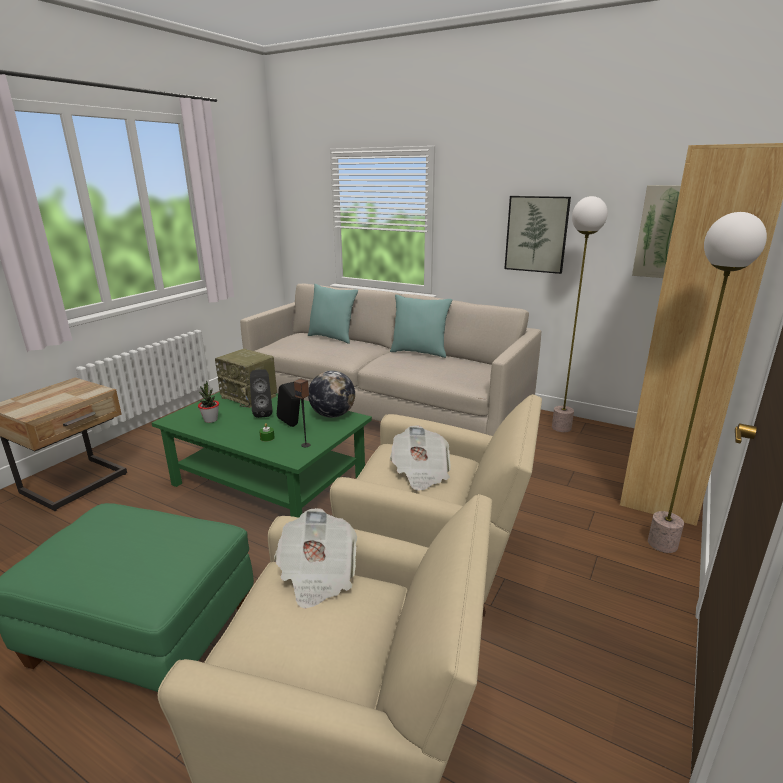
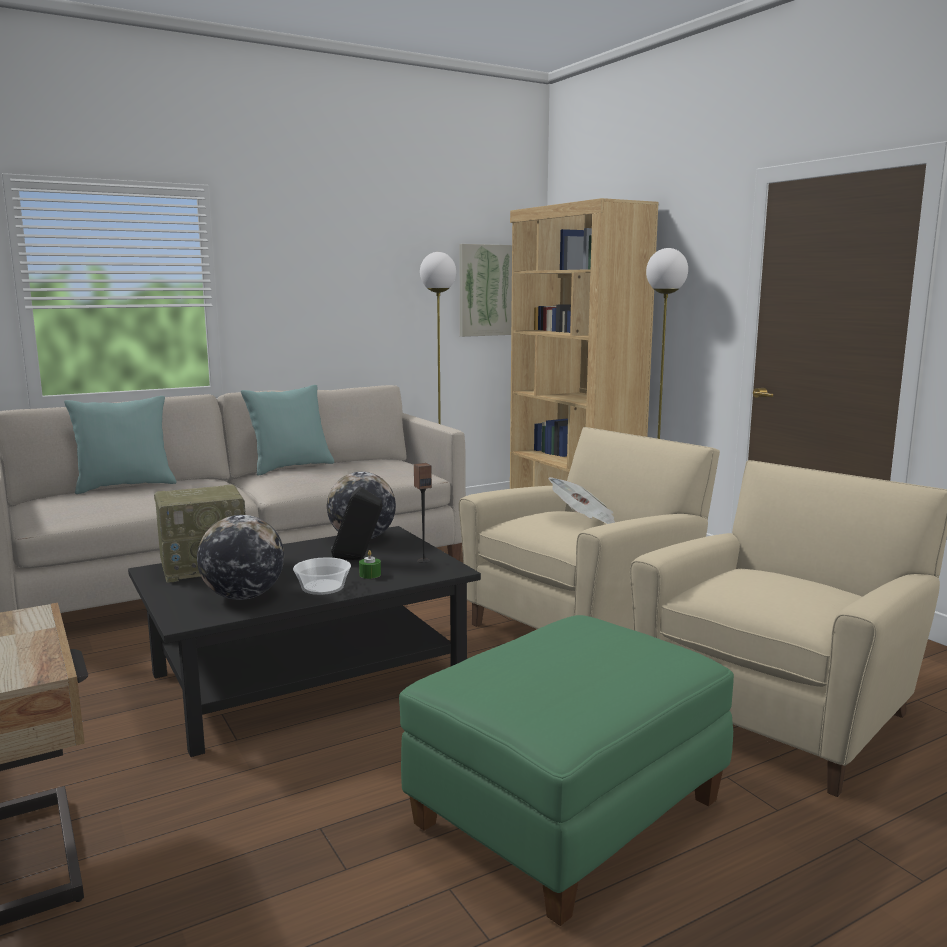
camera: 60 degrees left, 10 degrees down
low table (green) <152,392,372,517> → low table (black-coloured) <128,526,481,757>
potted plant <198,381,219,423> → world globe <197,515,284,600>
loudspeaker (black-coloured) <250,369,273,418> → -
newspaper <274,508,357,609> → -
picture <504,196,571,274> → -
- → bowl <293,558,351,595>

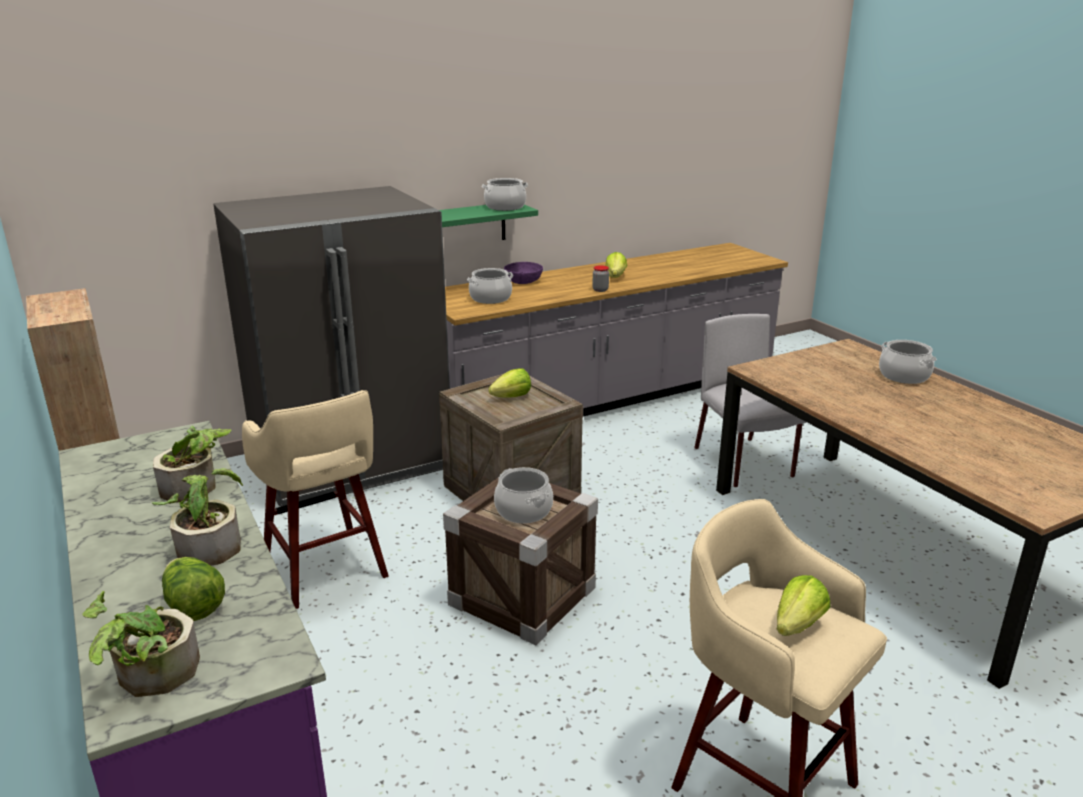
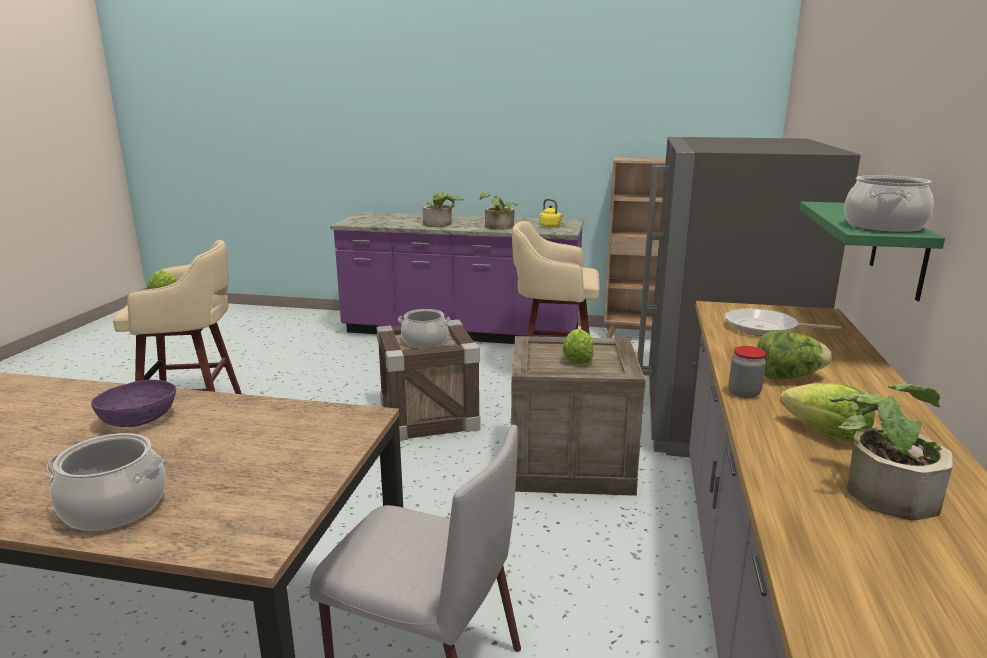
camera: 130 degrees right, 5 degrees down
potted plant <82,591,200,697> → potted plant <829,384,953,521>, move
lettuce <162,557,225,621> → lettuce <757,331,832,380>, move
saucepot <467,268,513,304> → pan <725,308,841,336>
bowl (purple-coloured) <504,262,543,284> → bowl (purple-coloured) <91,380,176,427>, move
- → tea kettle (yellow-coloured) <539,199,564,228>

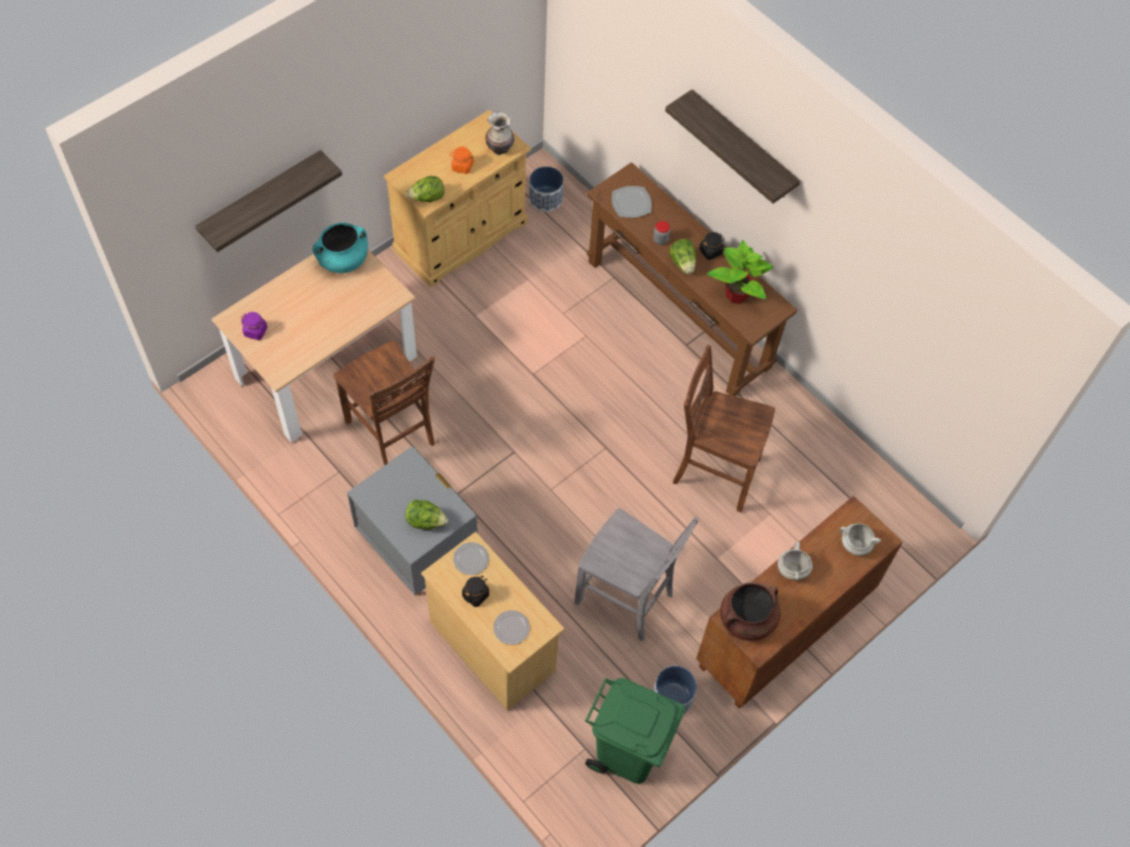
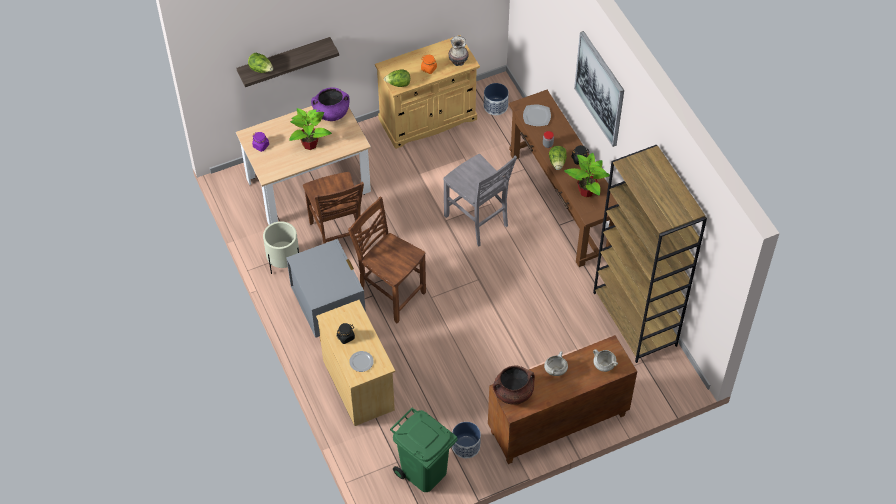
camera: 20 degrees right, 5 degrees down
saucepot (blue-green) <313,223,368,273> → saucepot (purple-coloured) <311,88,350,121>
lettuce <405,499,448,530> → lettuce <248,53,273,73>, move
dinner plate <453,542,489,575> → -
plain chair (greyish) <574,508,699,641> → plain chair (greyish) <443,154,517,246>, move
shelf <665,90,800,204> → picture <574,31,624,147>
plain chair (brown) <673,345,775,512> → plain chair (brown) <348,196,426,323>, move
- → plant pot (beige-coloured) <263,221,299,274>
- → potted plant <289,108,332,150>
- → bookshelf (brown) <593,145,707,363>

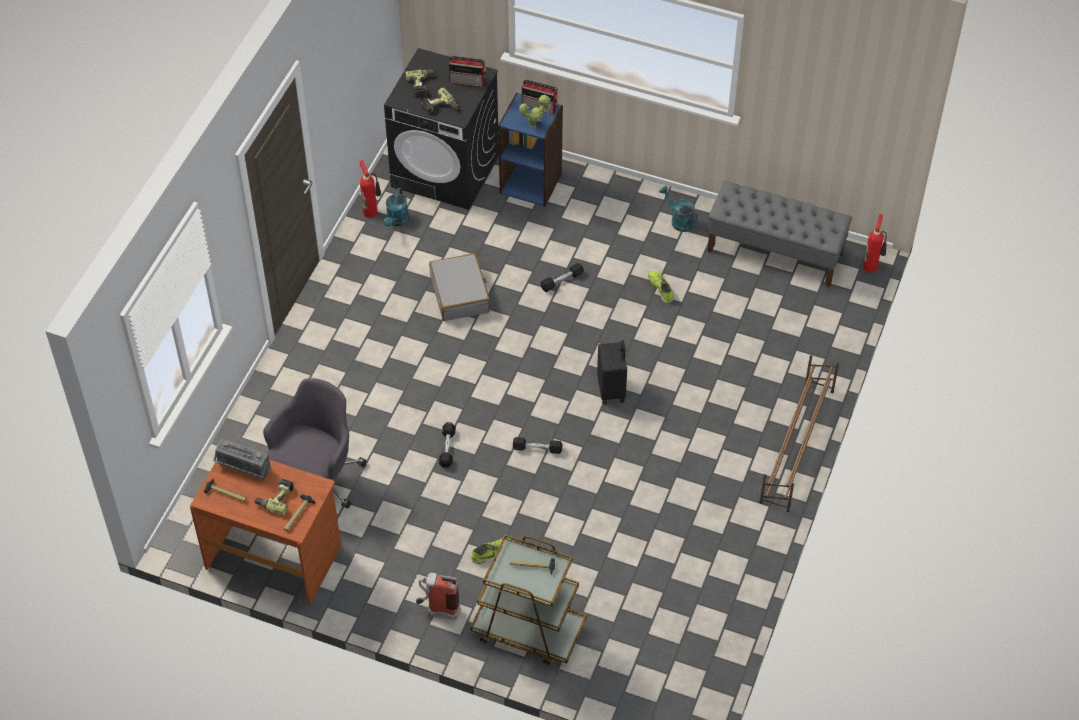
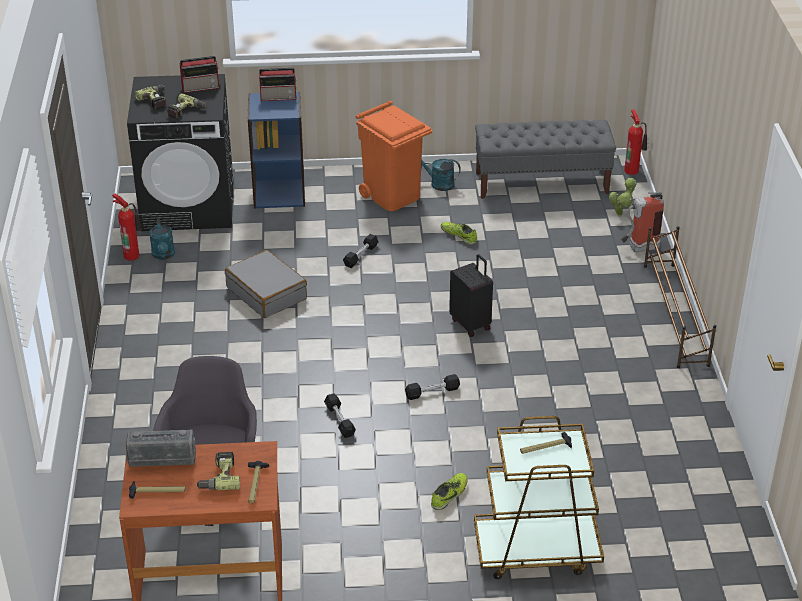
camera: 25 degrees left, 15 degrees down
fire extinguisher <416,573,461,620> → fire extinguisher <621,192,664,252>, move
potted plant <519,95,551,127> → potted plant <609,178,637,217>, move
- → rubbish bin (orangey) <356,101,432,211>

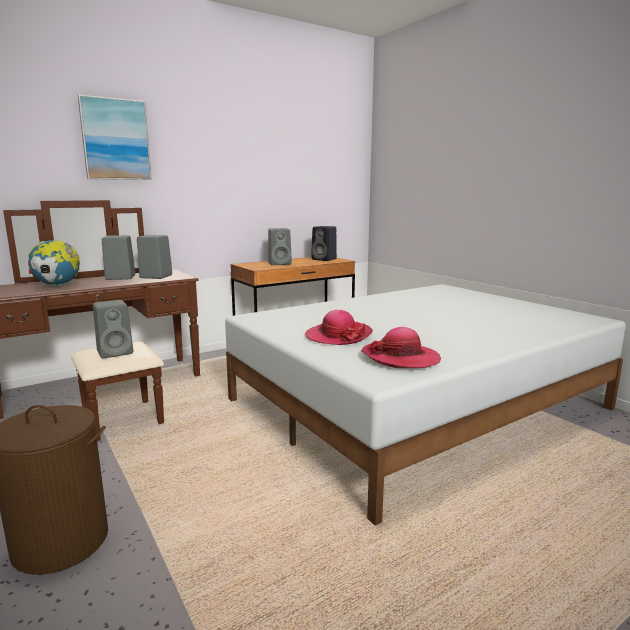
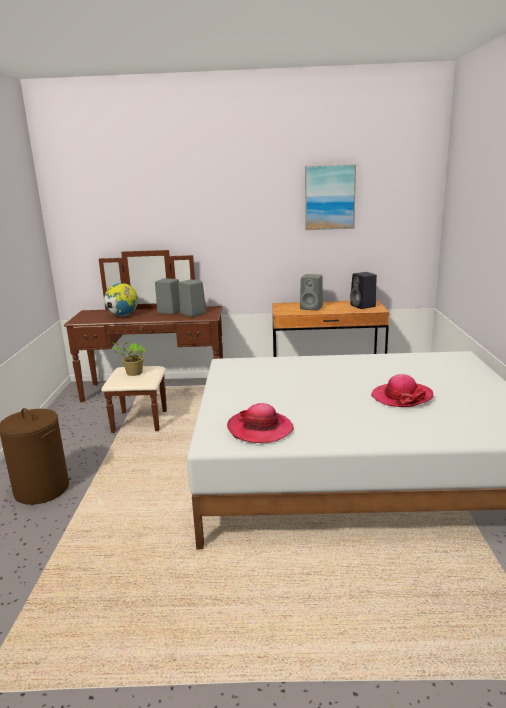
camera: 35 degrees right, 5 degrees up
picture <78,94,152,180> → picture <305,164,356,230>, move
loudspeaker (greyish) <93,300,133,358> → potted plant <113,342,145,376>
hat <305,310,373,345> → hat <371,374,433,407>, move

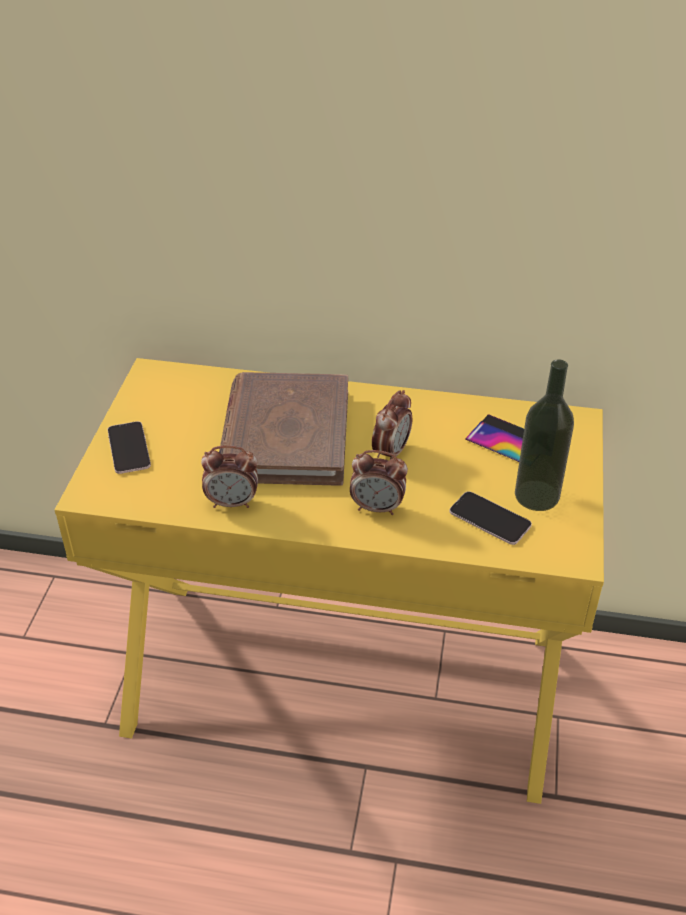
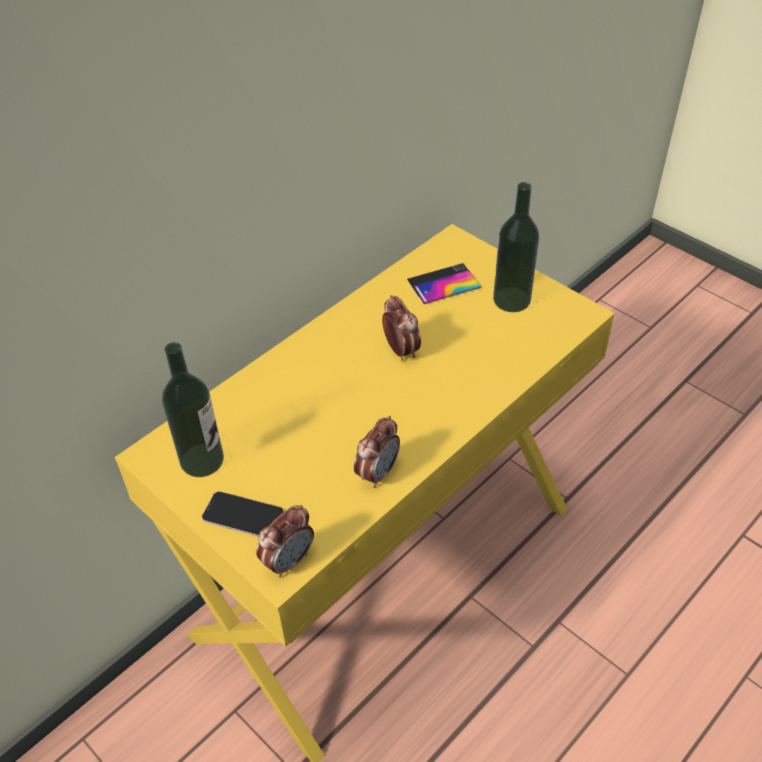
camera: 55 degrees left, 5 degrees up
bound book (brown) <219,372,348,486> → -
alarm clock <350,450,408,515> → alarm clock <256,505,314,578>, move
phone <449,491,532,545> → -
- → bottle <162,342,224,477>

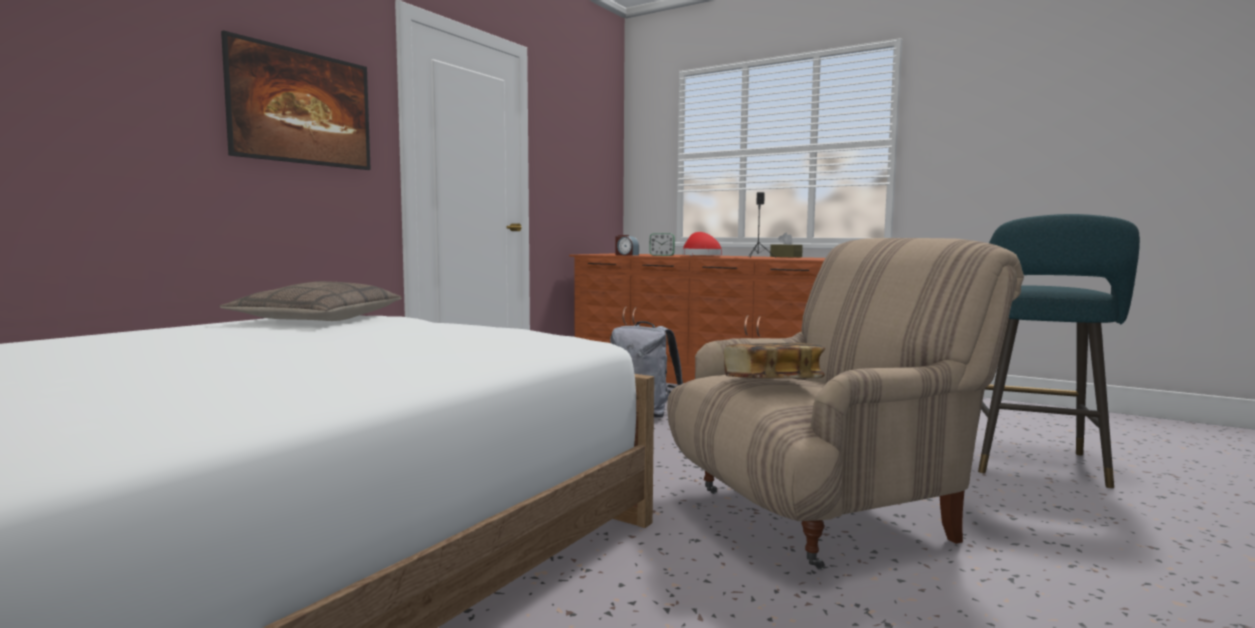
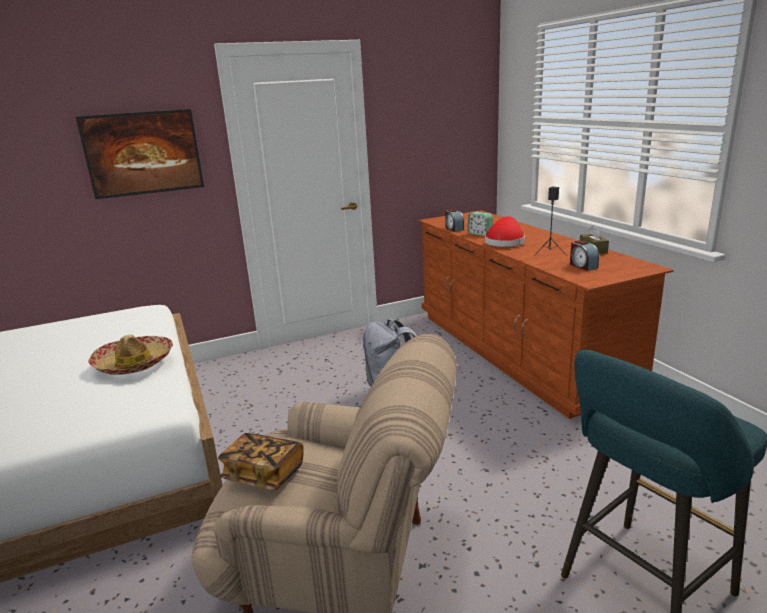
camera: 35 degrees right, 15 degrees up
cushion <220,281,402,321> → -
- → hat <88,335,173,375>
- → alarm clock <570,240,599,271>

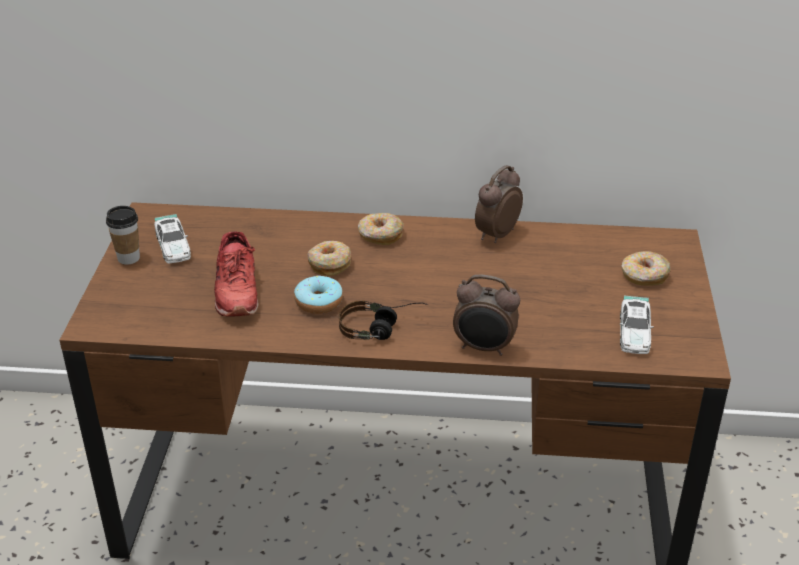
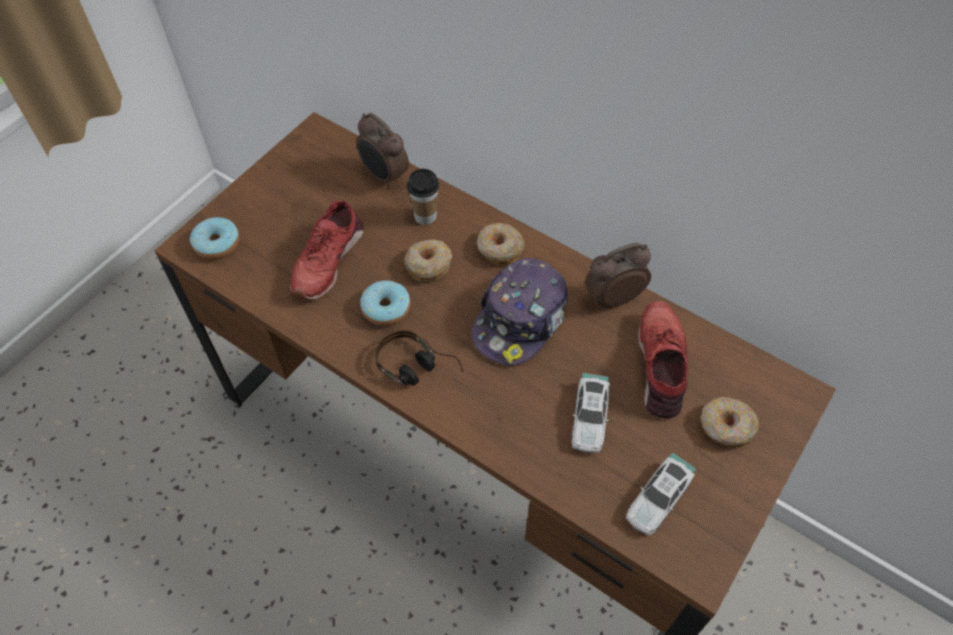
camera: 30 degrees right, 20 degrees up
drinking cup <106,206,140,265> → drinking cup <407,169,439,225>, move
toy car <154,214,191,264> → toy car <571,373,610,453>, move
alarm clock <453,275,520,356> → alarm clock <356,113,409,188>, move
- → donut <190,217,239,260>
- → baseball cap <471,258,568,366>
- → shoe (red) <638,301,688,419>

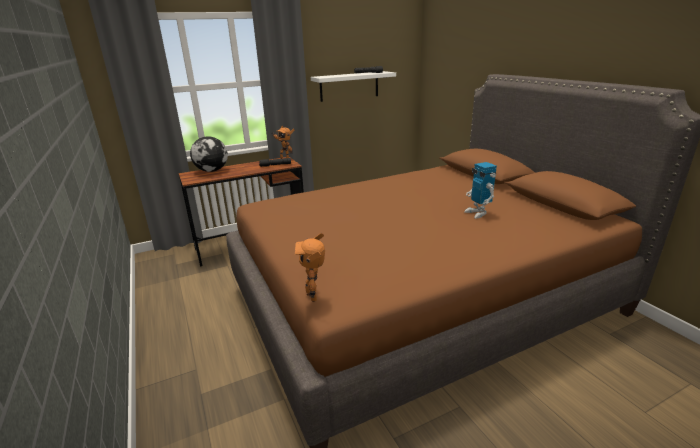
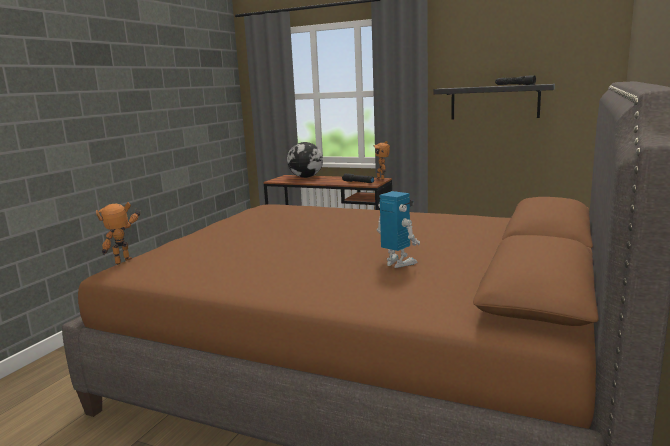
camera: 50 degrees right, 10 degrees down
shelf (whitish) <311,71,396,102> → shelf (black-coloured) <434,84,555,119>
model robot <464,162,497,219> → model robot <377,191,420,268>, 105 degrees clockwise

